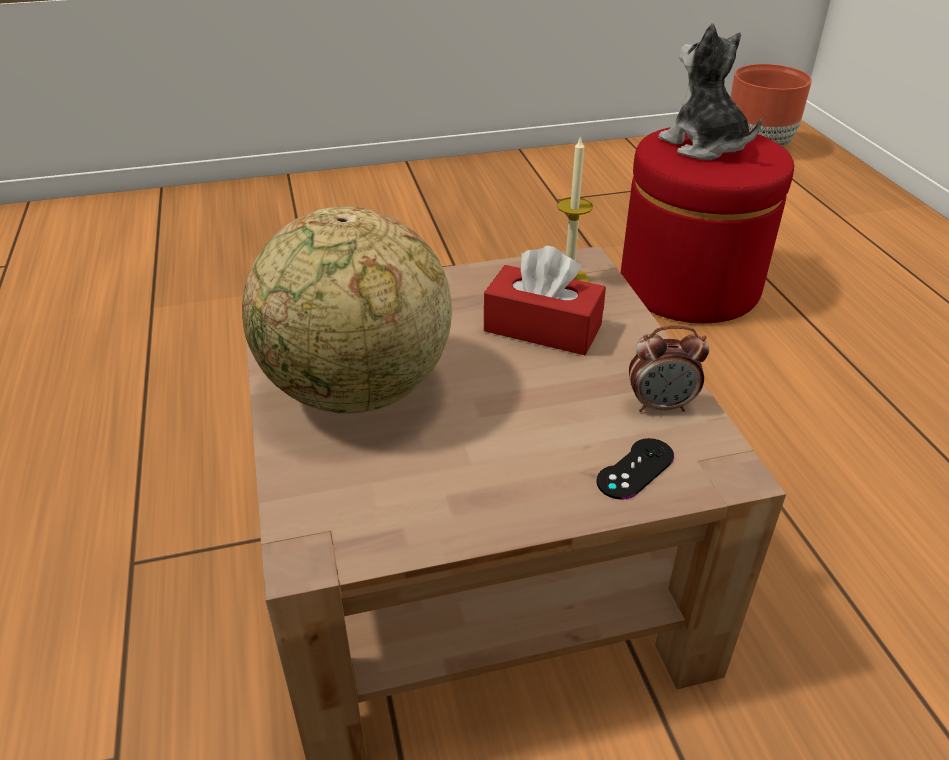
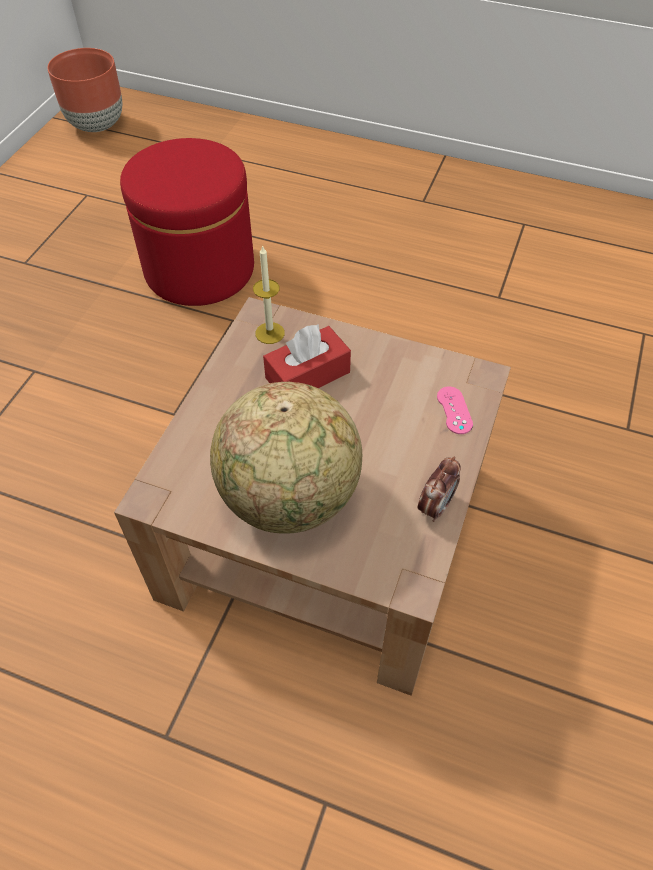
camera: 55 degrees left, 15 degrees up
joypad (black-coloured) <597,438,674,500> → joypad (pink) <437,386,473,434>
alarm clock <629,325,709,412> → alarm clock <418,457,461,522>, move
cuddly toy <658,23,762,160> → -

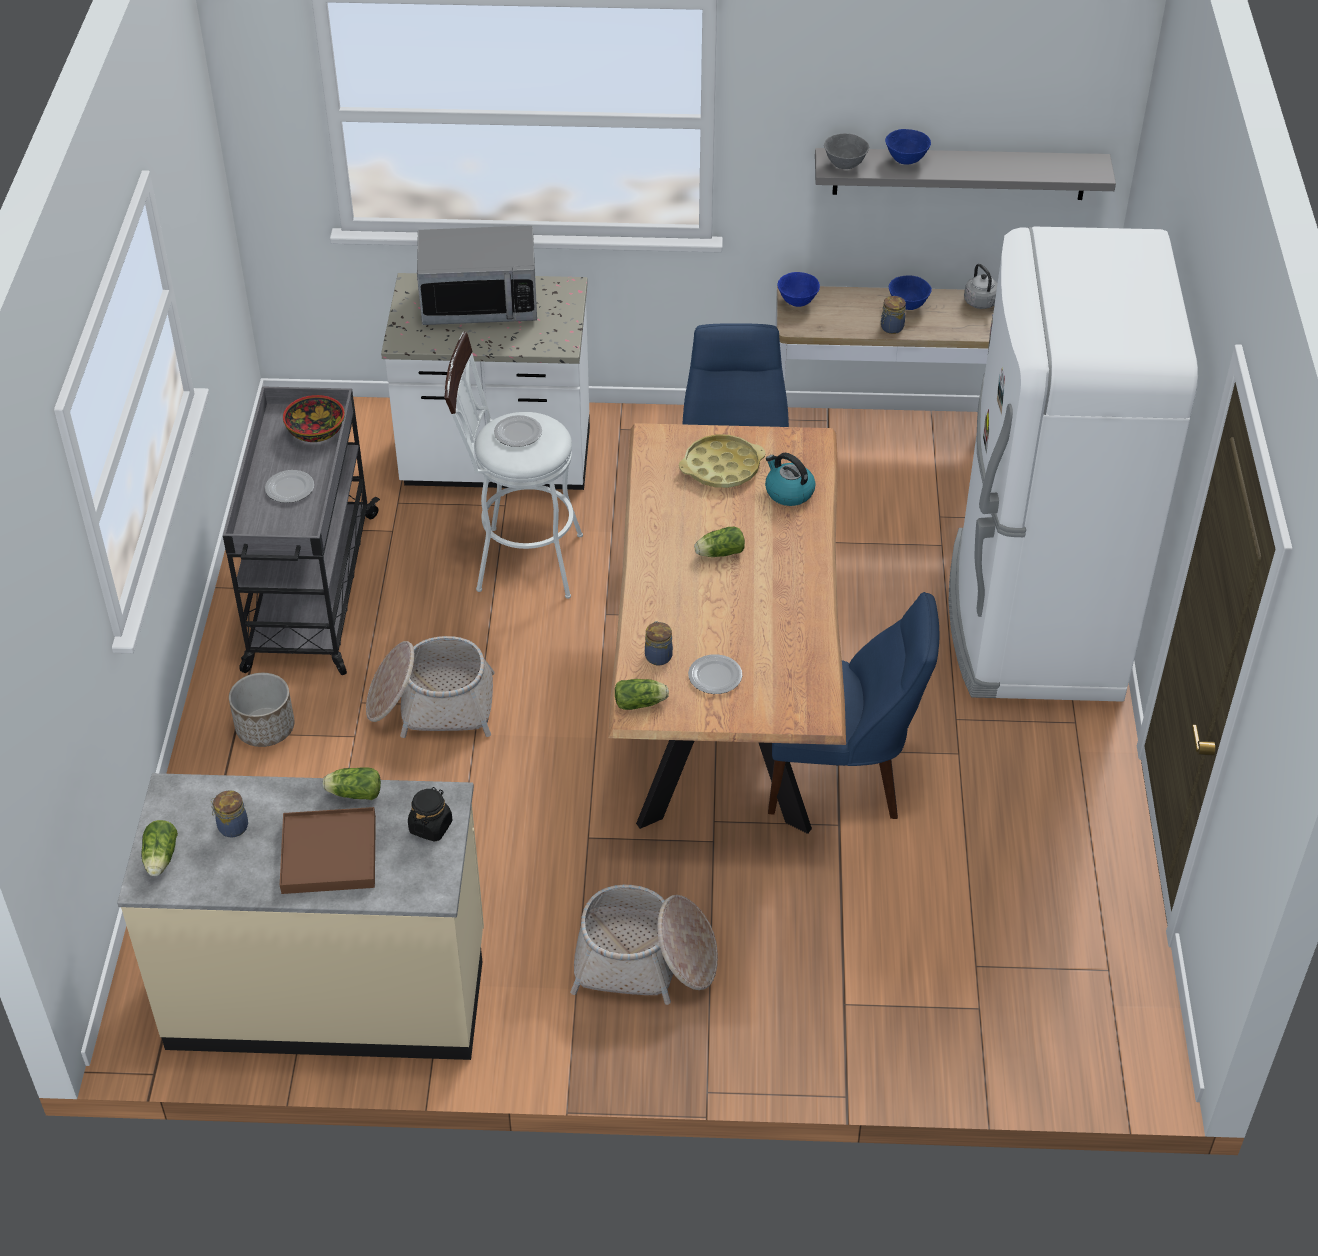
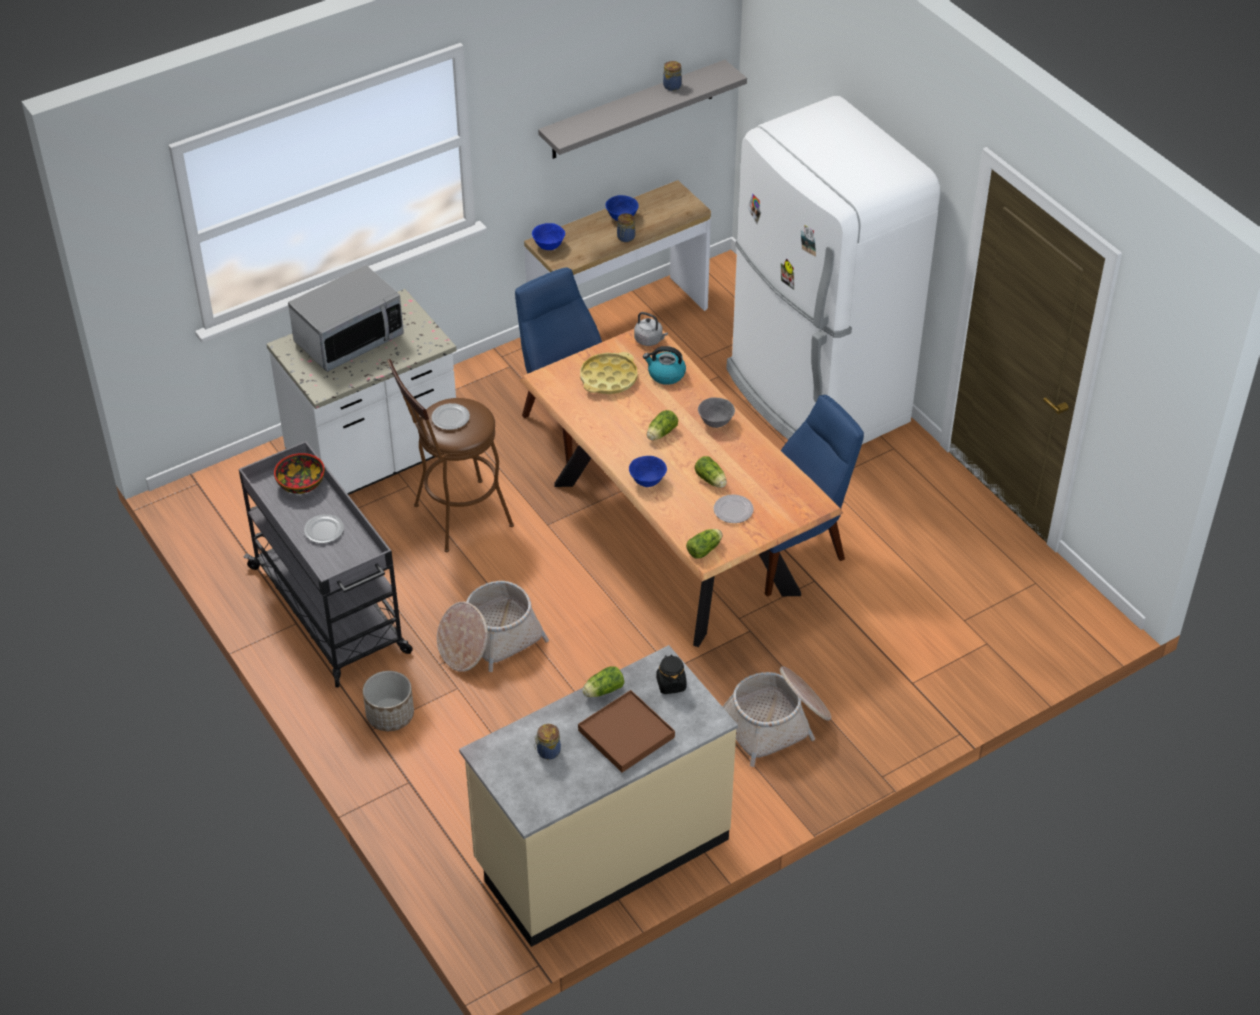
camera: 35 degrees left, 0 degrees up
lettuce <141,820,178,876> → lettuce <695,456,727,488>, move
stool (whitish) <444,332,583,599> → stool (brown) <387,359,514,552>
storage jar <645,621,673,665> → storage jar <663,61,682,91>, move
bowl (greyish) <824,133,869,169> → bowl (greyish) <698,397,735,428>, move
bowl (bluish) <885,129,931,165> → bowl (bluish) <629,456,667,487>, move
tea kettle (greyish) <964,264,998,309> → tea kettle (greyish) <634,312,668,346>, move

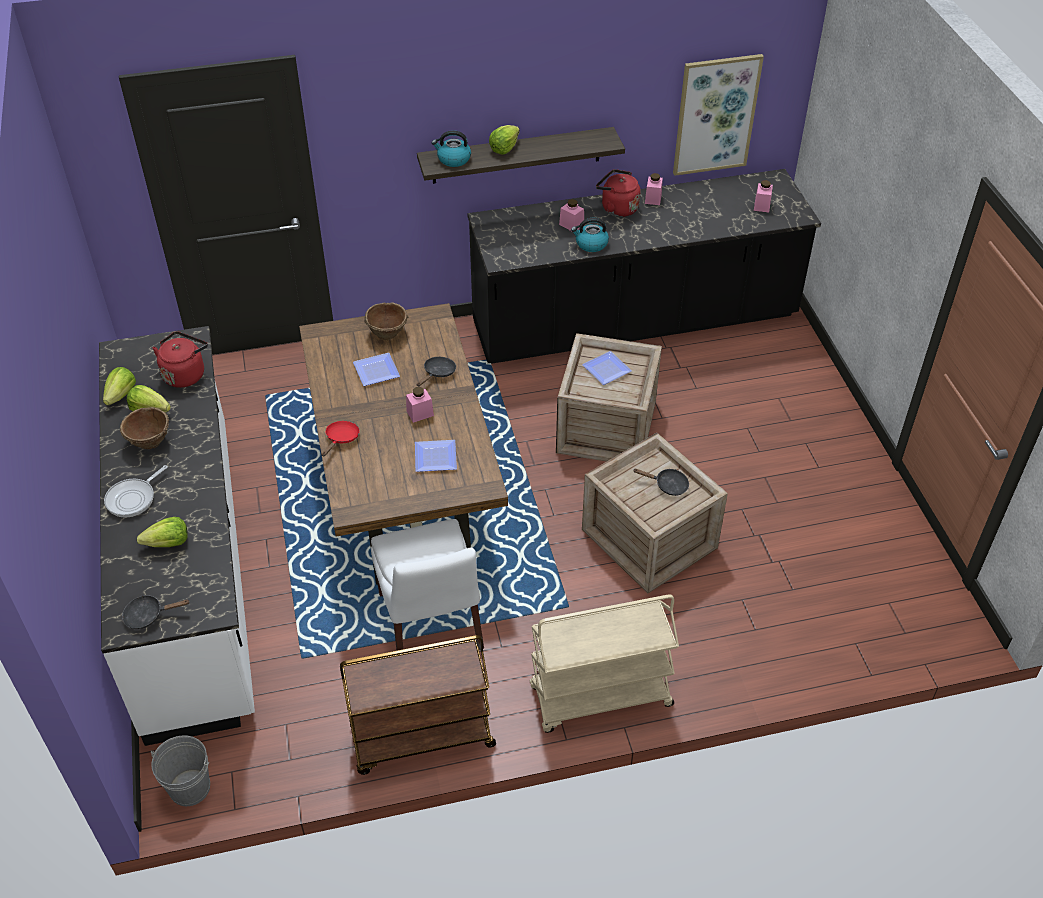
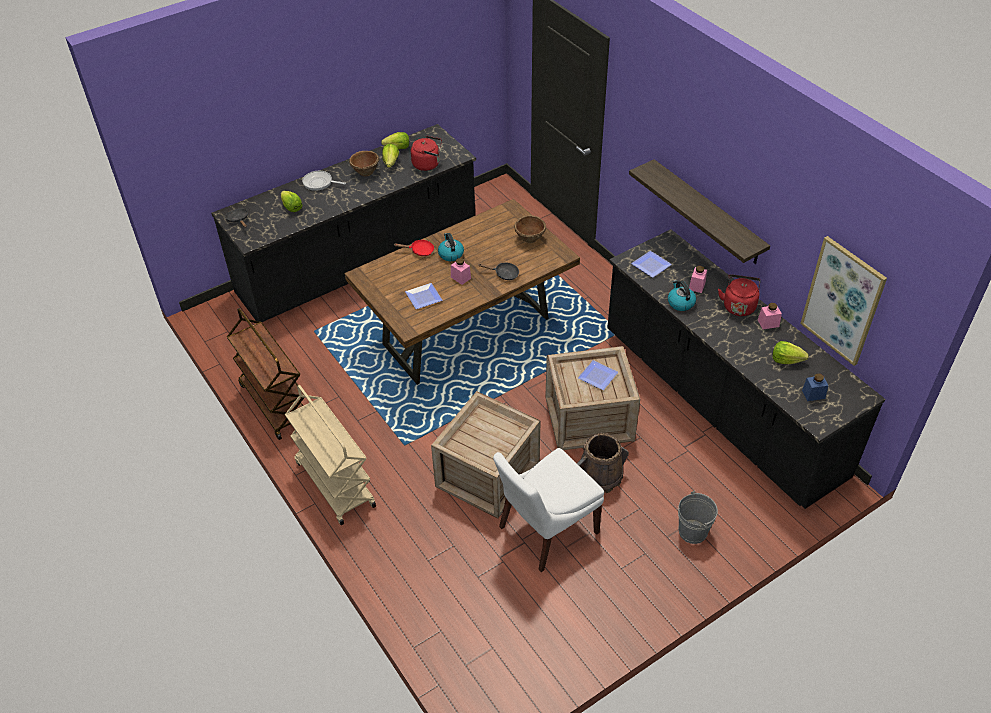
camera: 70 degrees right, 0 degrees up
kitchen base unit (whitish) <99,326,255,746> → kitchen base unit (black-coloured) <211,124,476,322>
pail (greyish) <151,735,210,806> → pail (greyish) <678,491,718,544>, move
dinner plate <353,353,400,386> → dinner plate <631,251,672,278>, move
plain chair (whitish) <371,519,484,651> → plain chair (whitish) <493,448,604,572>, move
tea kettle <432,130,471,167> → tea kettle <438,233,464,261>, move
lettuce <489,125,520,154> → lettuce <772,341,809,364>, move
pan (black-coloured) <633,468,689,496> → -
storage jar (pink) <754,180,773,213> → storage jar (bluish) <802,373,829,401>
- → pail (brown) <577,433,629,493>

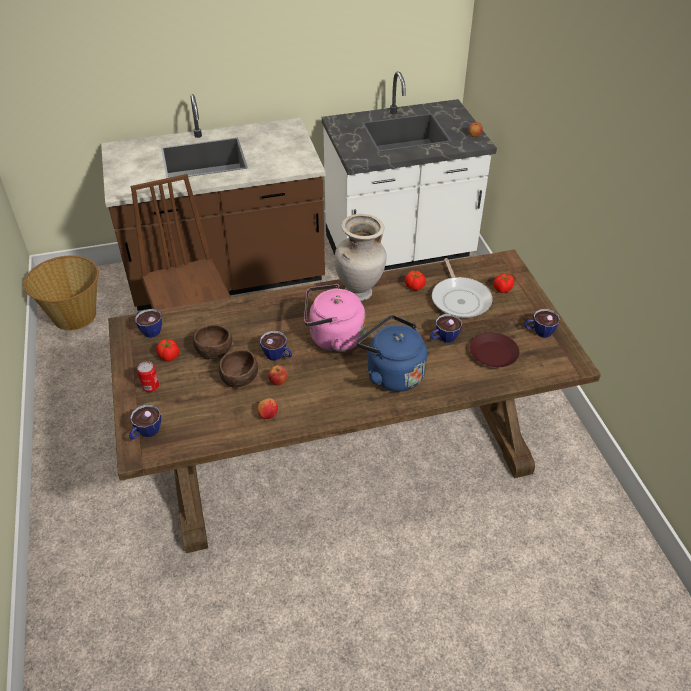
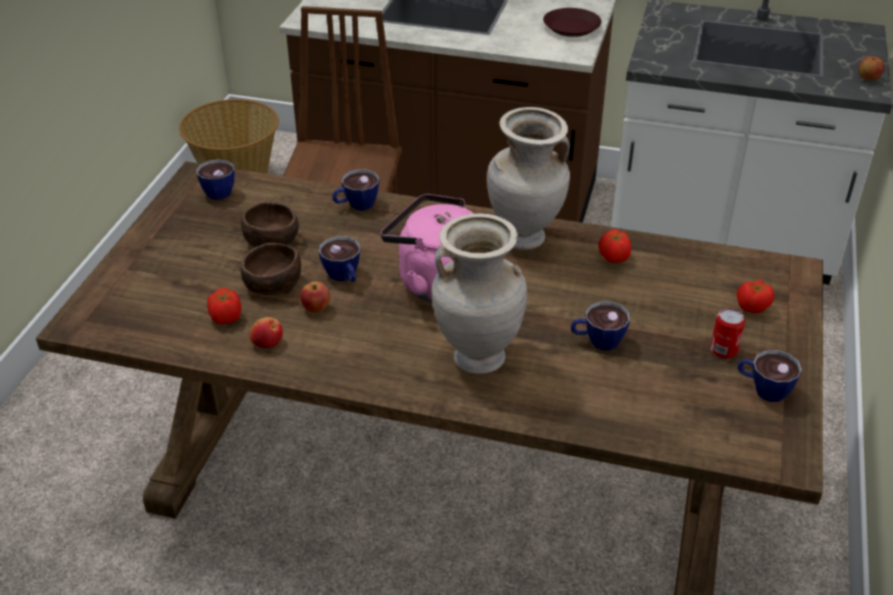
camera: 30 degrees right, 5 degrees down
drinking cup <129,405,161,440> → drinking cup <332,169,379,210>, move
metal can <137,361,159,392> → metal can <710,308,745,358>, move
fresh tomato <156,339,180,361> → fresh tomato <207,288,241,324>, move
tea kettle (bluish) <357,315,427,392> → flower vase (beige-coloured) <432,213,527,374>
pan <432,258,493,318> → -
dinner plate (brown) <470,333,519,367> → dinner plate (brown) <543,8,601,37>, move

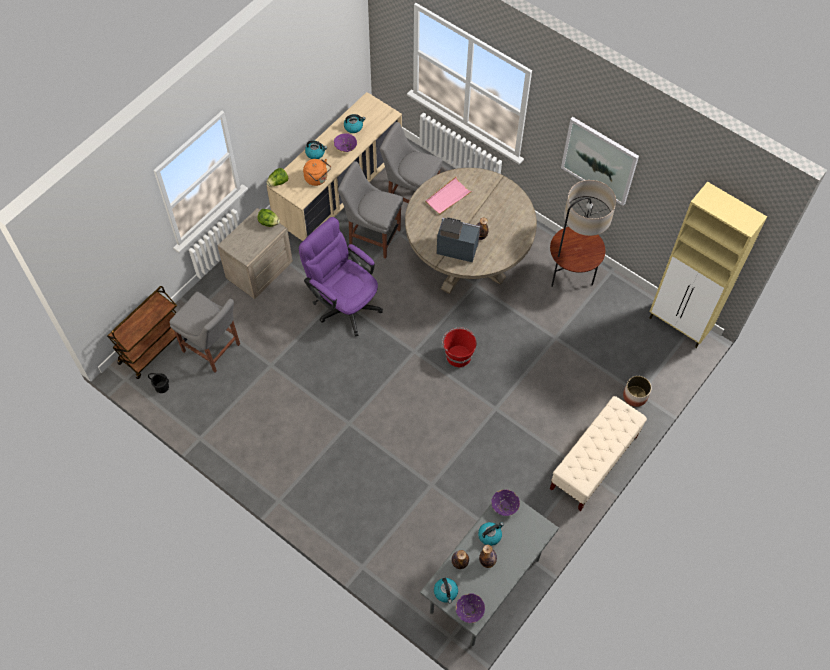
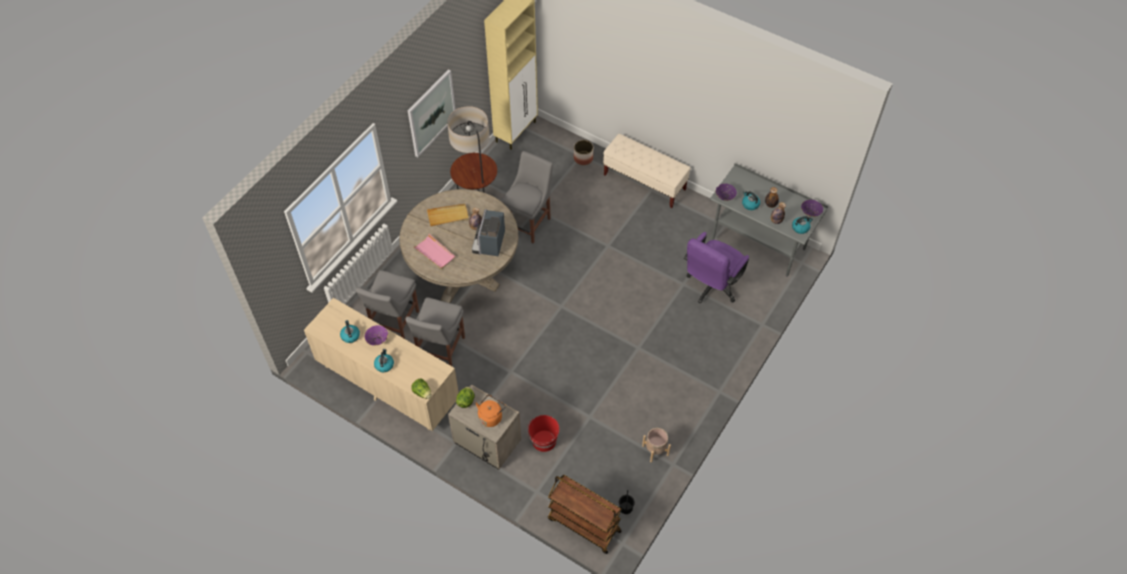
camera: 95 degrees left, 5 degrees down
plain chair (greyish) <169,292,240,372> → plain chair (greyish) <500,151,553,243>, move
office chair (purple-coloured) <299,217,383,336> → office chair (purple-coloured) <684,232,749,304>, move
tea kettle (orangey) <303,159,331,186> → tea kettle (orangey) <476,395,506,427>, move
pail (red) <442,327,477,368> → pail (red) <527,415,560,452>, move
- → carrying tray (beige-coloured) <427,204,469,226>
- → plant pot (beige-coloured) <642,428,671,462>

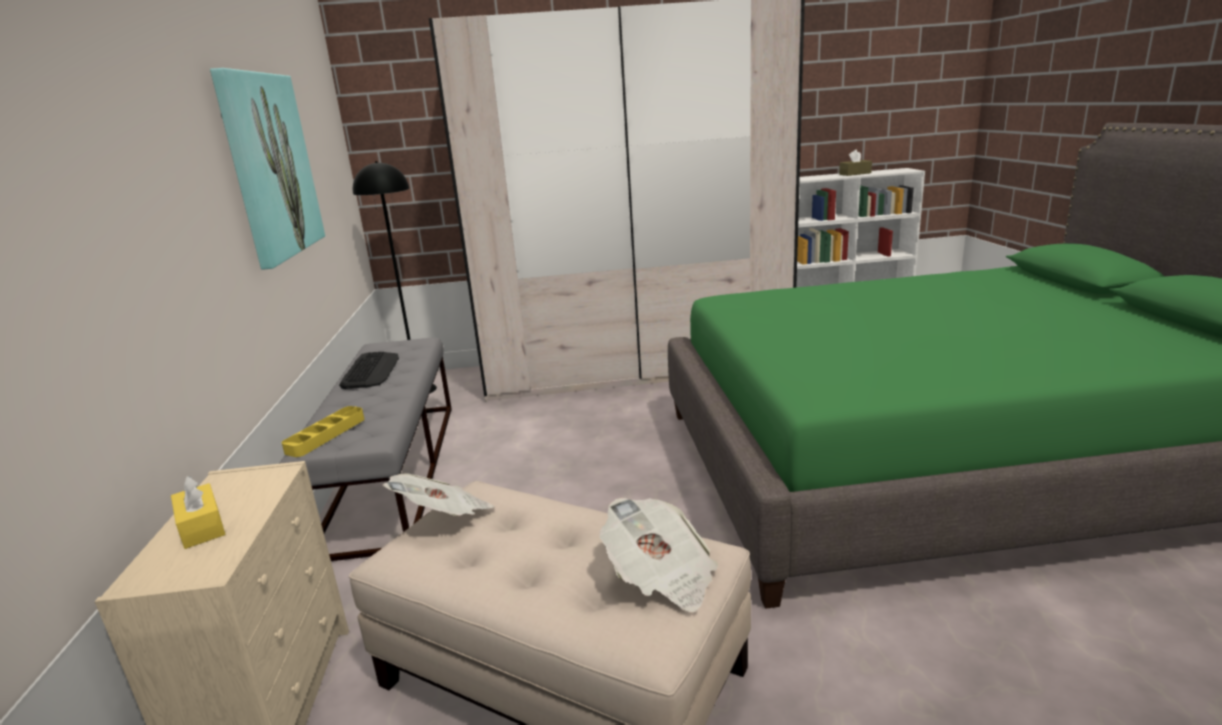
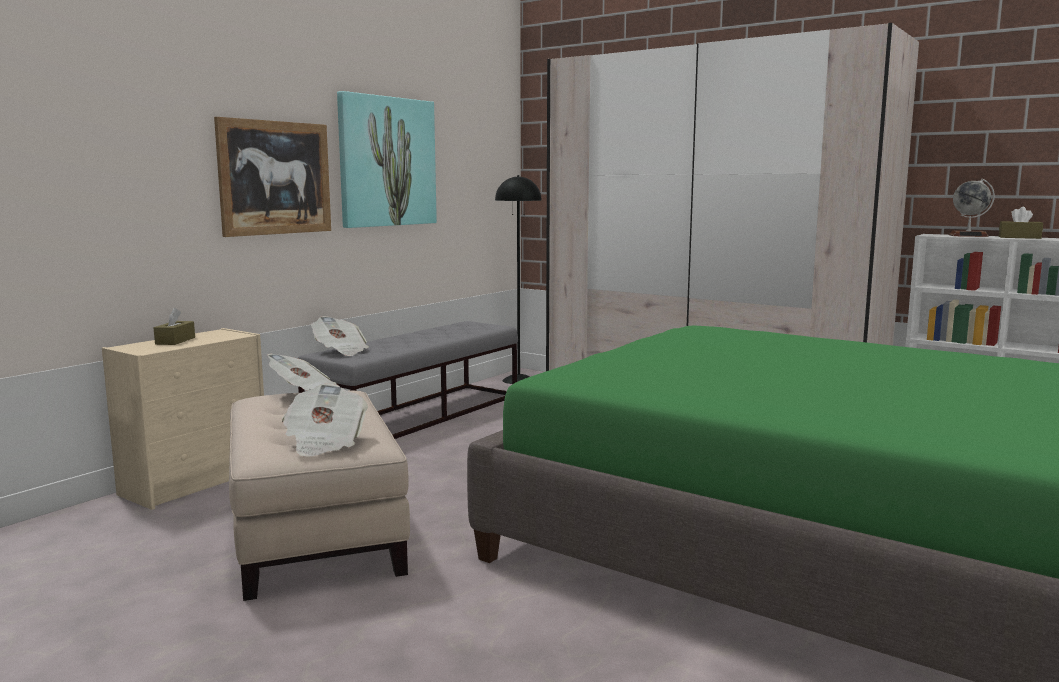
camera: 40 degrees right, 10 degrees down
tissue box (yellow-coloured) <171,476,225,549> → tissue box (brown) <154,308,195,345>
carrying tray (yellow-coloured) <282,406,364,457> → newspaper <311,316,369,356>
PC keyboard <339,352,399,389> → -
- → picture <214,117,331,237>
- → world globe <949,179,995,237>

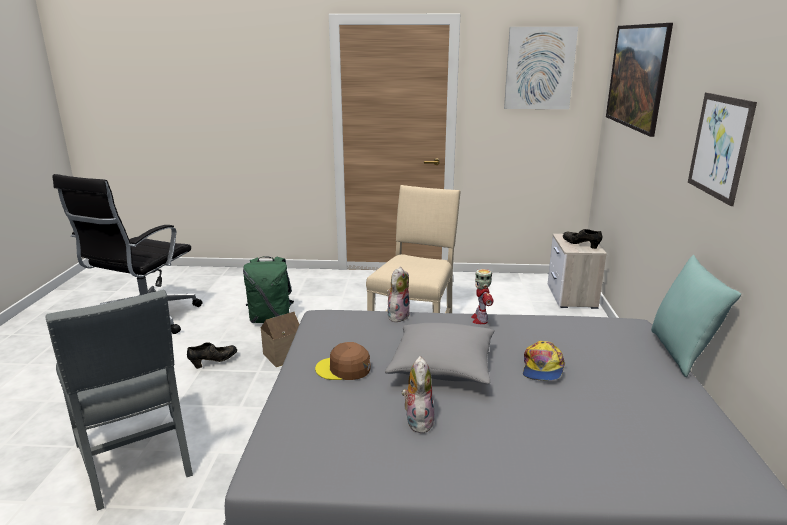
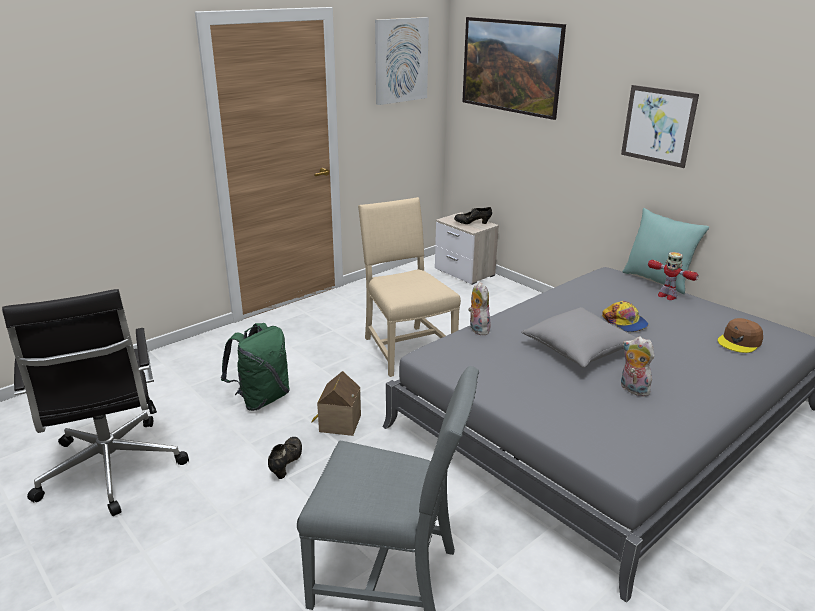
camera: 45 degrees left, 5 degrees up
baseball cap (brown) <315,342,371,380> → baseball cap (brown) <718,318,763,353>, move
model robot <471,269,494,324> → model robot <648,252,699,300>, move

